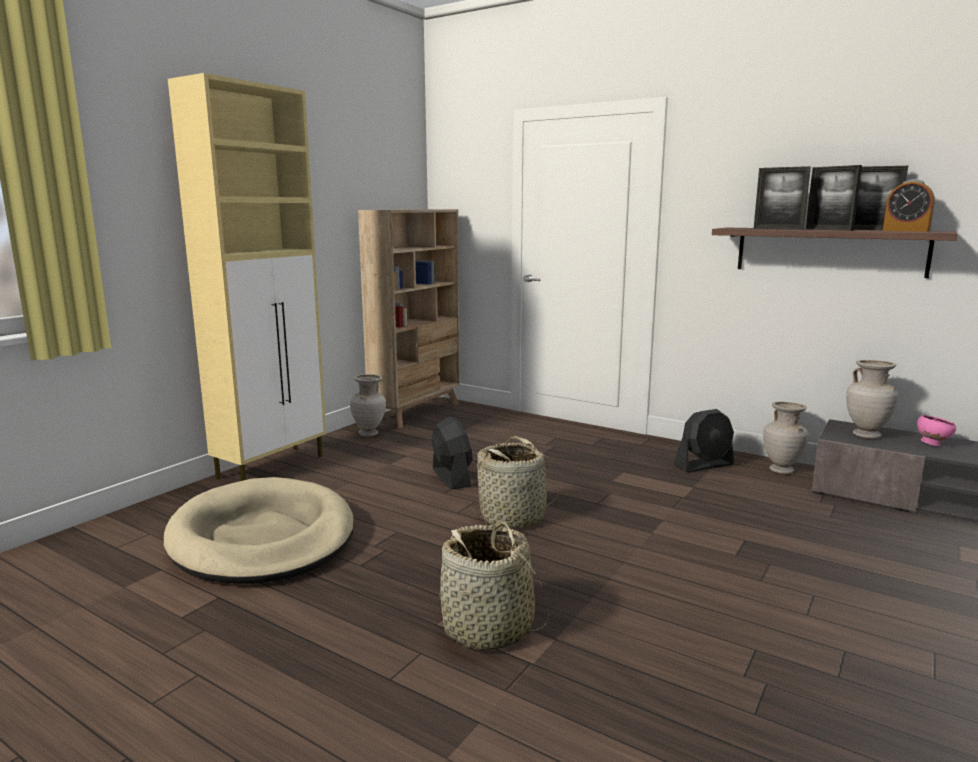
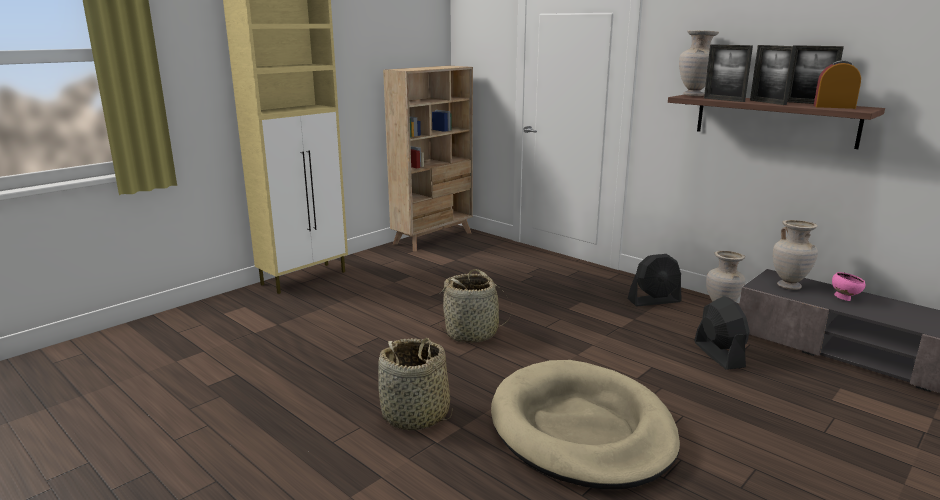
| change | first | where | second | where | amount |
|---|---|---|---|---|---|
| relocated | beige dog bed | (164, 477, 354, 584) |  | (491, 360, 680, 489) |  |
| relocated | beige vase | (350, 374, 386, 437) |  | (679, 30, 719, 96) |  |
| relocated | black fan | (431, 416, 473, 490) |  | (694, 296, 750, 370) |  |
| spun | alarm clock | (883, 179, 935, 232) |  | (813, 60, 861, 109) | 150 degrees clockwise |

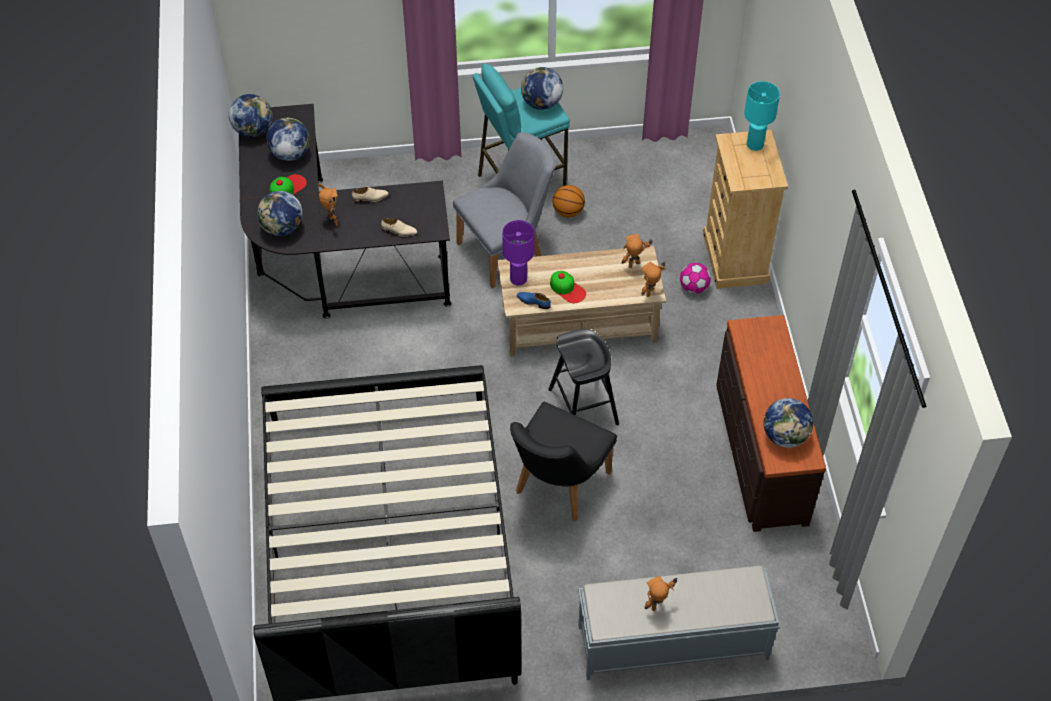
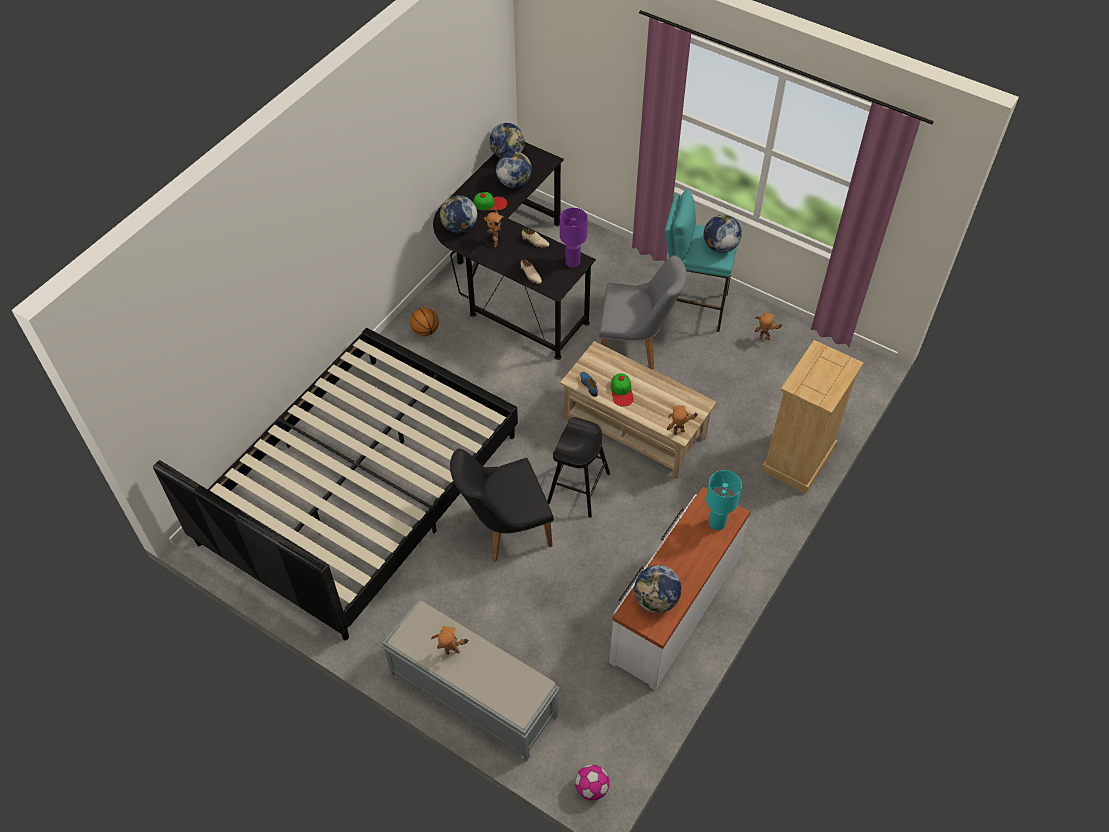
| change | first | where | second | where | amount |
|---|---|---|---|---|---|
| relocated | purple table lamp | (502, 220, 534, 286) |  | (560, 208, 588, 268) |  |
| relocated | basketball | (553, 185, 585, 217) |  | (410, 308, 439, 336) |  |
| relocated | toy robot | (622, 234, 653, 268) |  | (755, 312, 783, 340) |  |
| relocated | football | (680, 263, 711, 293) |  | (575, 765, 610, 801) |  |
| colour | brown dresser | (716, 315, 826, 532) | white dresser | (609, 487, 750, 690) |  |
| relocated | turquoise table lamp | (744, 81, 780, 151) |  | (706, 470, 742, 530) |  |

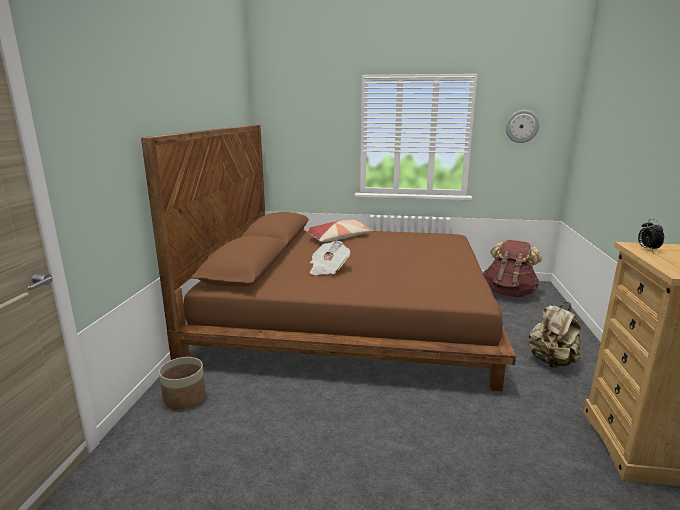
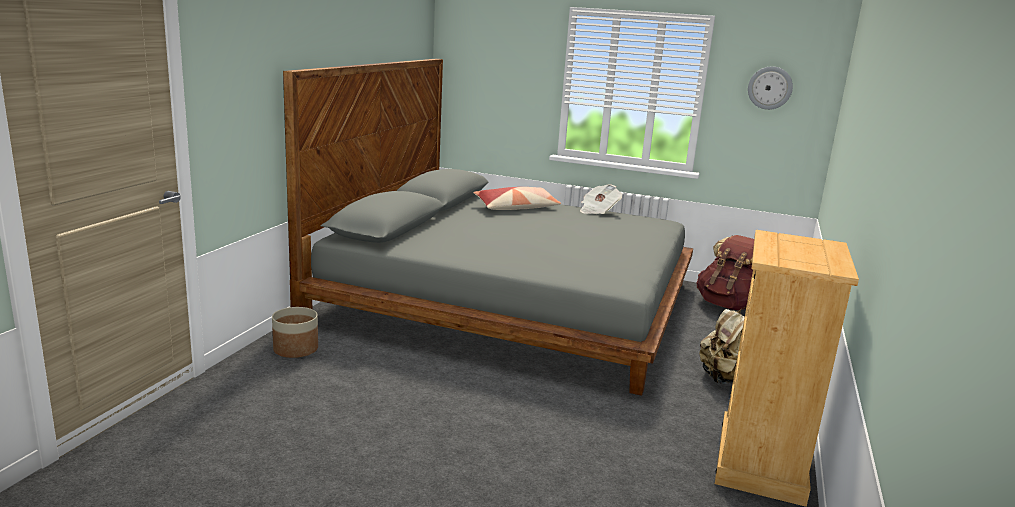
| change | first | where | second | where | amount |
|---|---|---|---|---|---|
| colour | brown bed | (141, 125, 516, 391) | grey bed | (283, 59, 693, 396) |  |
| relocated | newspaper | (310, 241, 350, 275) |  | (580, 184, 622, 214) |  |
| missing | alarm clock | (638, 219, 664, 252) |  |  |  |

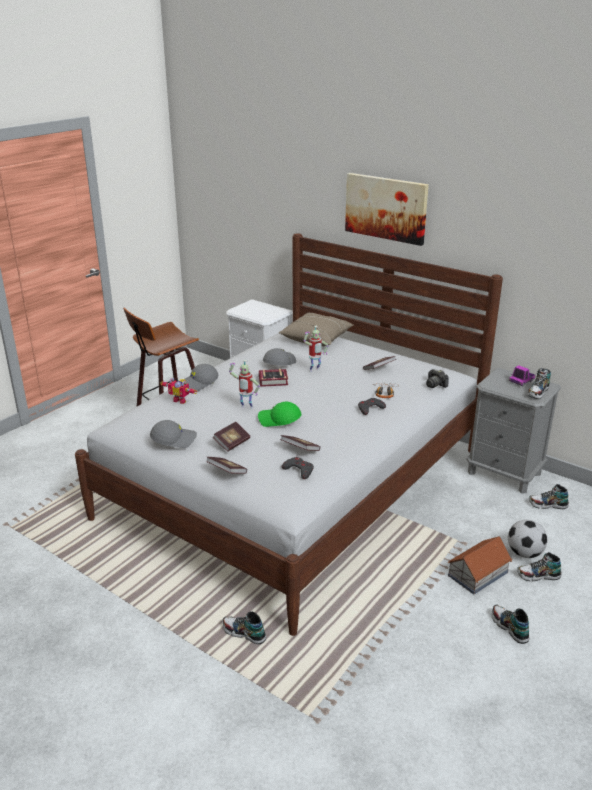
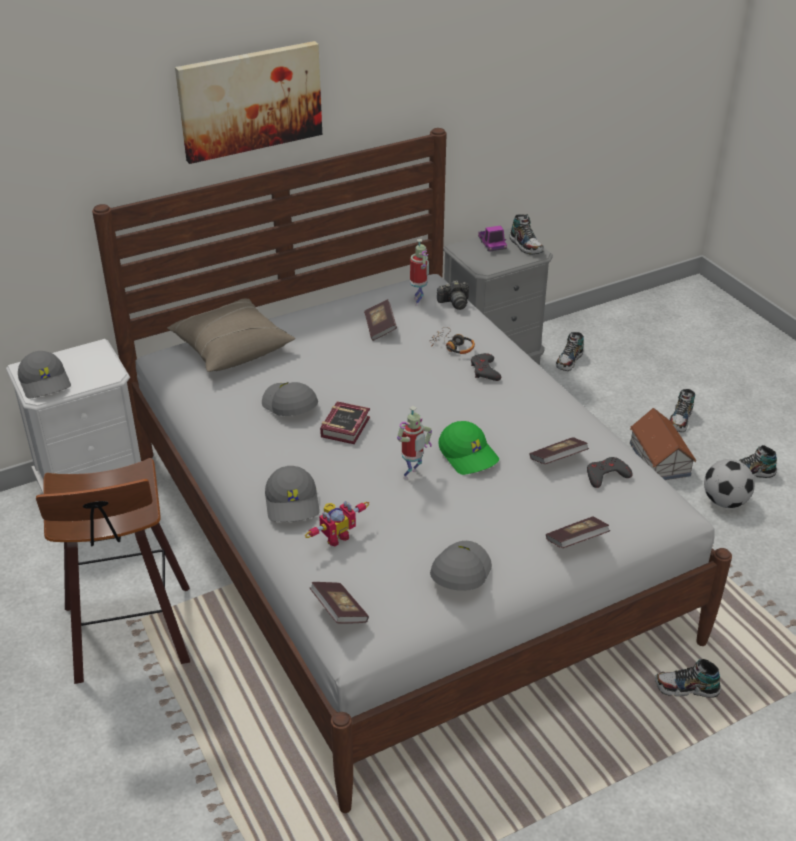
| change | first | where | second | where | amount |
|---|---|---|---|---|---|
| relocated | book | (213, 422, 250, 452) |  | (310, 582, 369, 624) |  |
| spun | shoe | (222, 611, 266, 644) |  | (655, 659, 721, 698) | 45 degrees clockwise |
| spun | green cap | (258, 401, 302, 427) |  | (438, 421, 499, 475) | 75 degrees counterclockwise |
| relocated | toy robot | (303, 326, 328, 372) |  | (410, 239, 429, 306) |  |
| relocated | football | (508, 520, 547, 558) |  | (704, 459, 755, 508) |  |
| appeared |  |  | grey cap | (18, 351, 71, 399) |  |

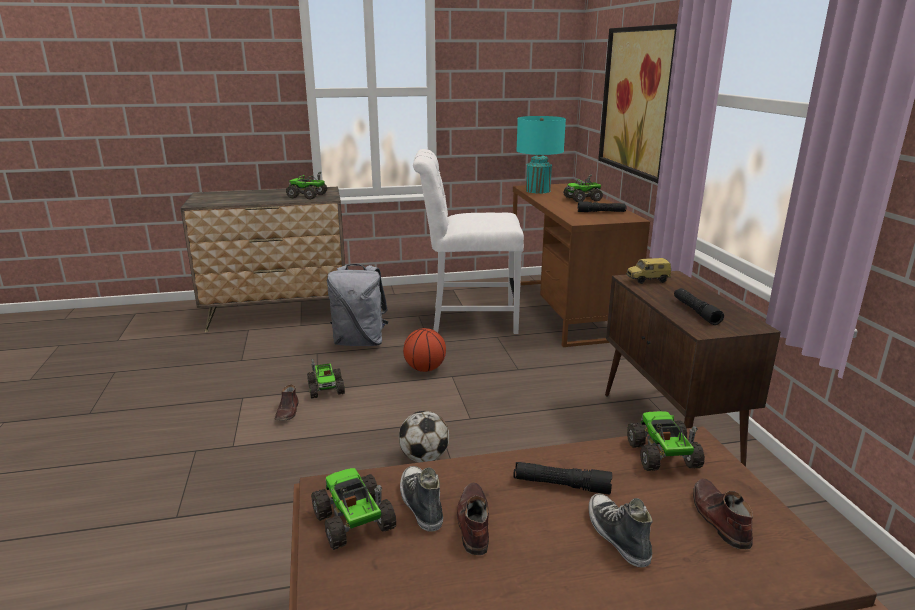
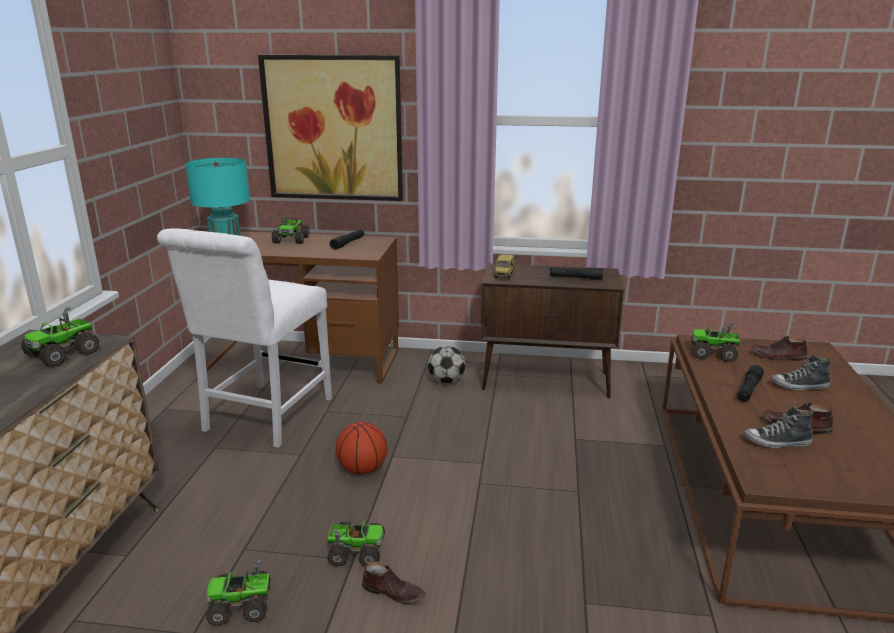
| change | first | where | second | where | amount |
|---|---|---|---|---|---|
| relocated | toy truck | (311, 468, 396, 550) |  | (206, 560, 270, 626) |  |
| missing | grey backpack | (327, 264, 389, 346) |  |  |  |
| relocated | football | (399, 411, 449, 463) |  | (428, 346, 466, 383) |  |

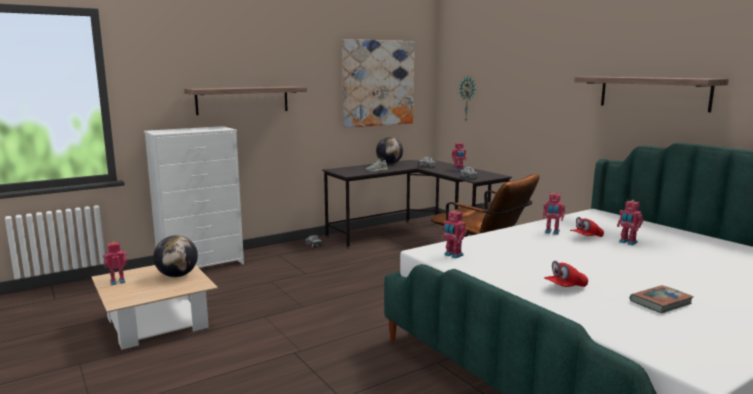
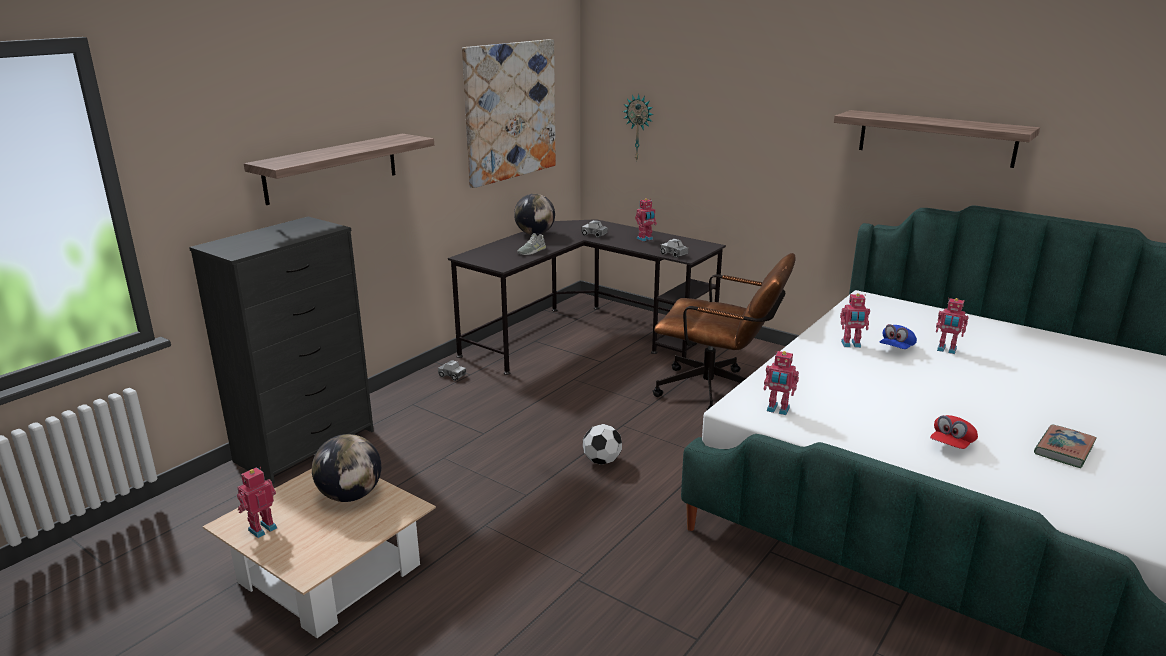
| change | first | where | second | where | amount |
|---|---|---|---|---|---|
| colour | white dresser | (144, 126, 244, 268) | black dresser | (189, 217, 374, 484) |  |
| colour | red cap | (570, 217, 604, 237) | blue cap | (879, 324, 917, 349) |  |
| appeared |  |  | football | (583, 424, 622, 465) |  |

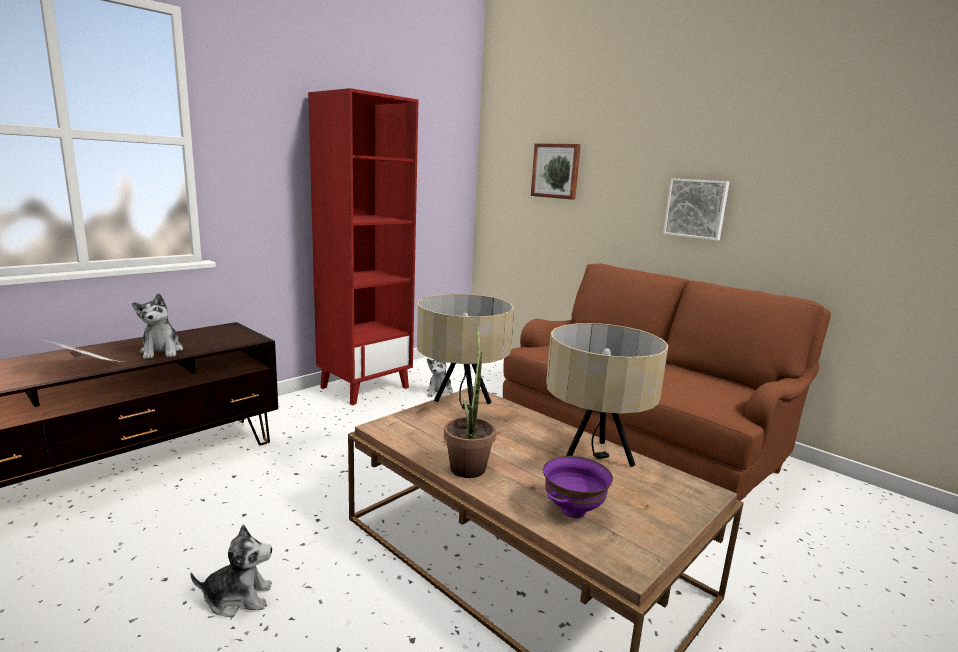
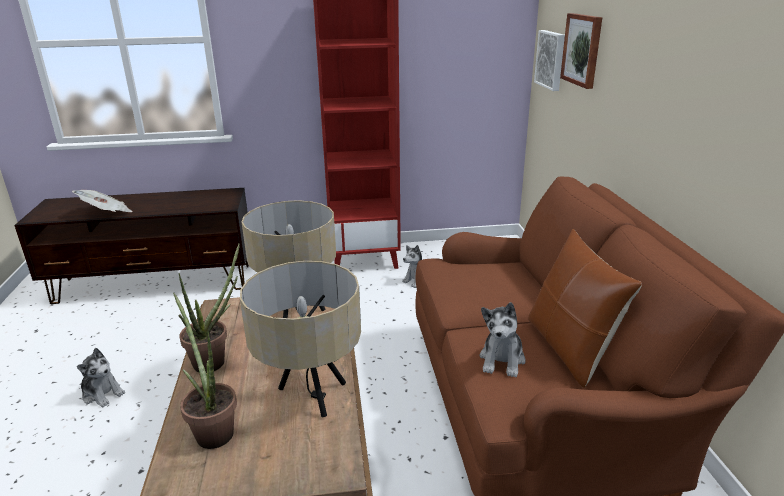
| change | first | where | second | where | amount |
|---|---|---|---|---|---|
| relocated | plush toy | (132, 293, 183, 359) |  | (480, 302, 526, 377) |  |
| exchanged | purple bowl | (543, 456, 613, 518) | potted plant | (173, 293, 237, 449) |  |
| relocated | picture | (663, 178, 730, 241) |  | (534, 30, 565, 91) |  |
| appeared |  |  | brown pillow | (528, 229, 642, 388) |  |

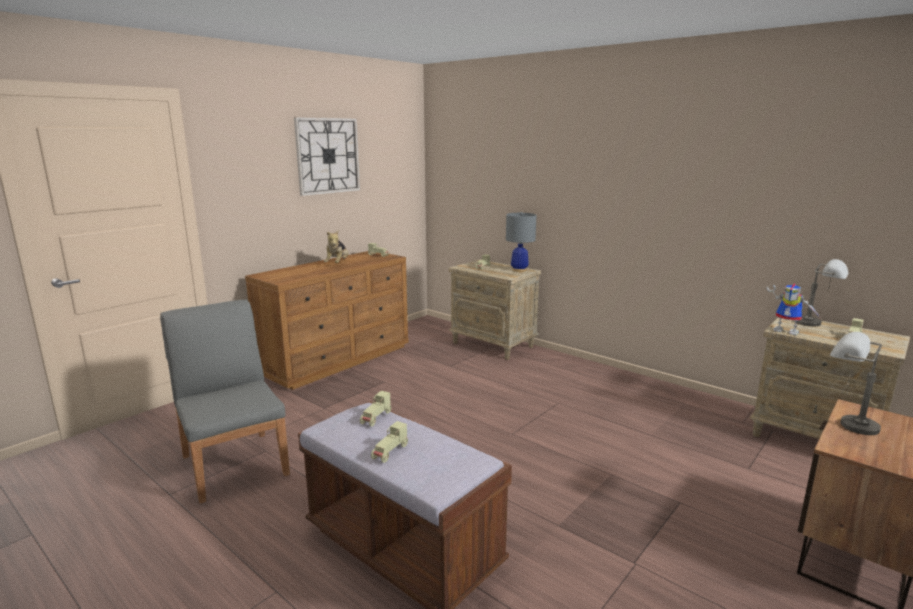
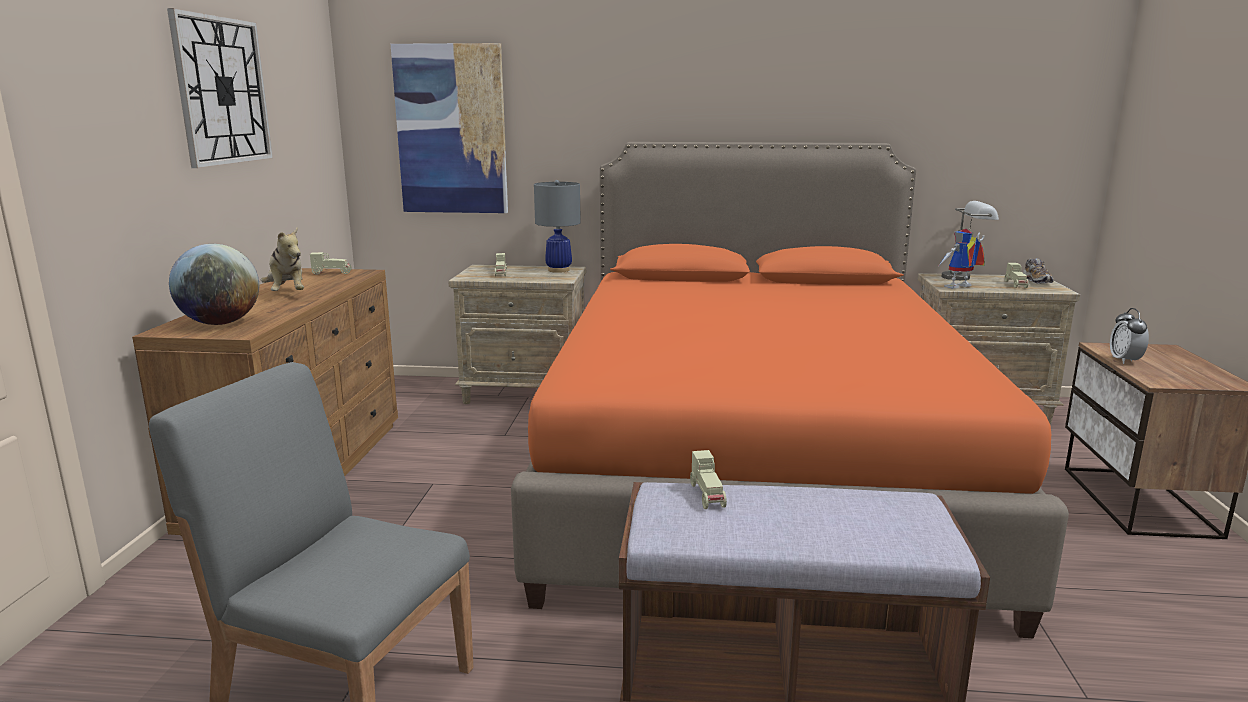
| change | first | where | second | where | amount |
|---|---|---|---|---|---|
| missing | beige toy car | (371, 421, 408, 463) |  |  |  |
| spun | toy robot | (767, 284, 820, 335) |  | (939, 229, 985, 288) | 150 degrees clockwise |
| exchanged | grey table lamp | (830, 332, 882, 435) | alarm clock | (1110, 308, 1149, 364) |  |
| appeared |  |  | globe | (169, 244, 259, 325) |  |
| appeared |  |  | picture | (391, 43, 508, 213) |  |
| appeared |  |  | orange bed | (511, 142, 1069, 638) |  |
| appeared |  |  | shoe | (1023, 258, 1054, 284) |  |

